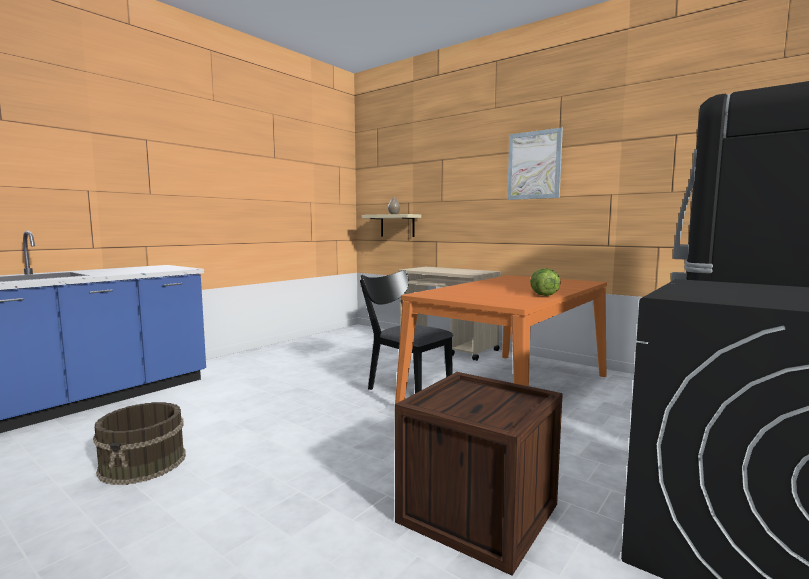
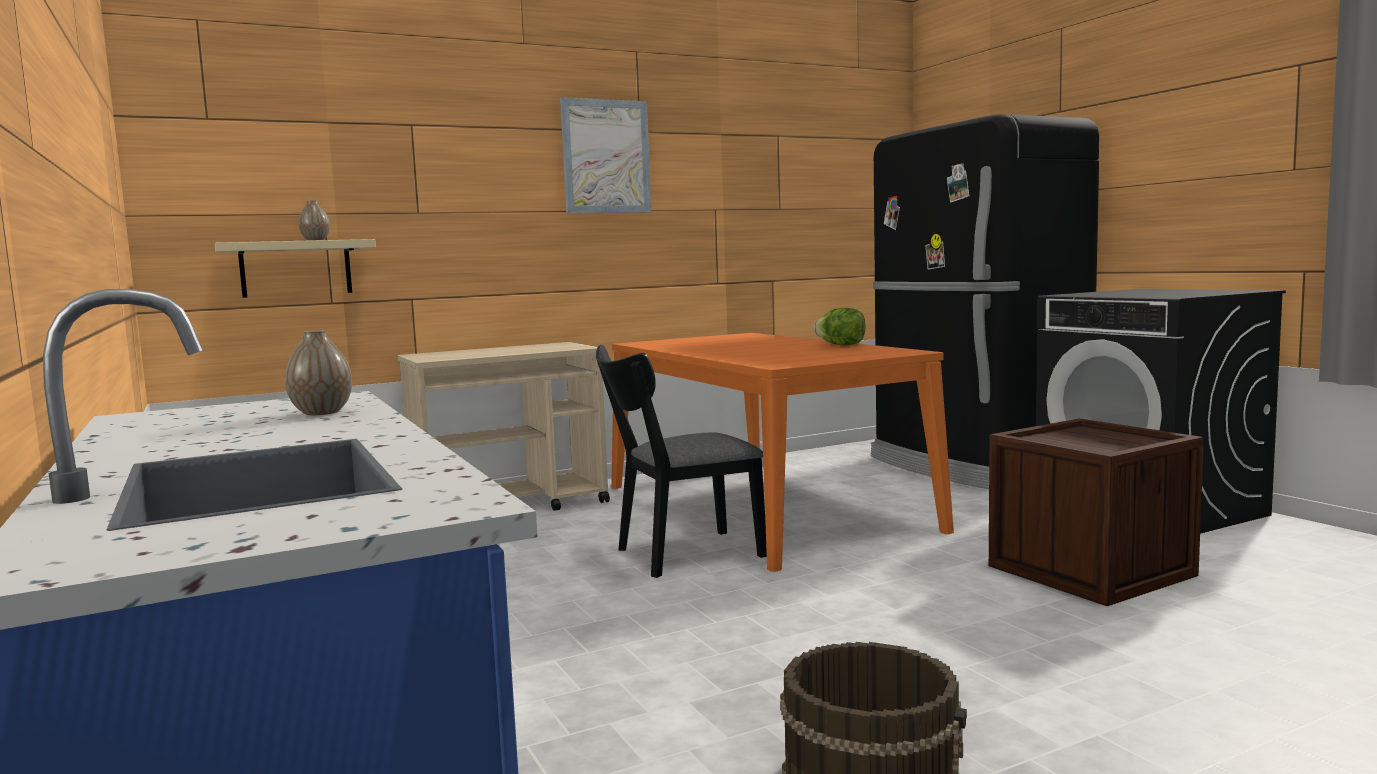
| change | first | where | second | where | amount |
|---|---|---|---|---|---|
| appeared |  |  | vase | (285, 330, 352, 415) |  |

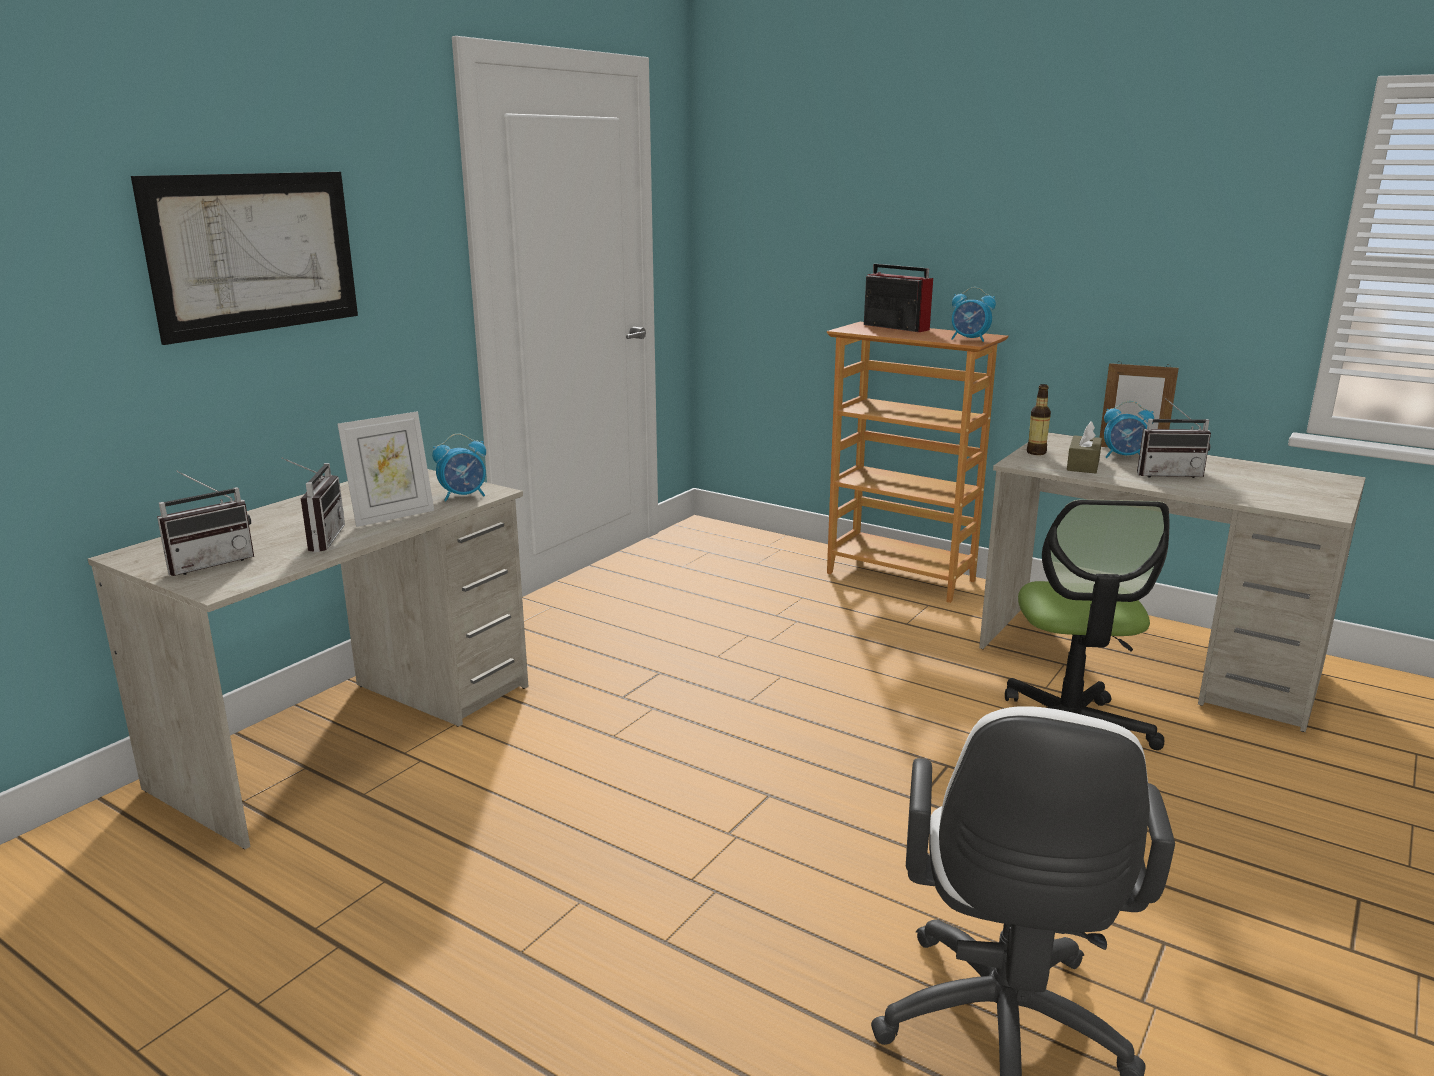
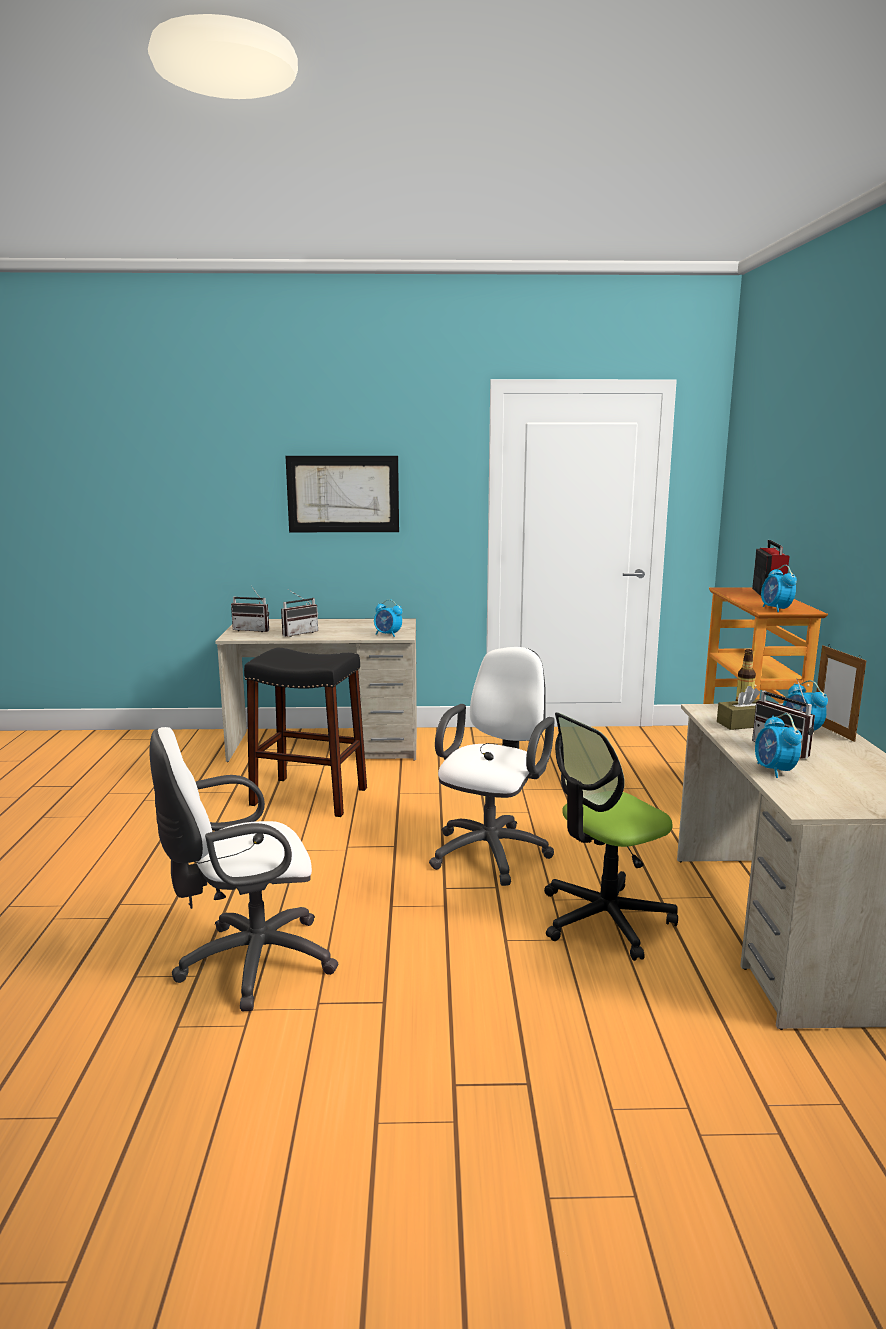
| change | first | where | second | where | amount |
|---|---|---|---|---|---|
| missing | picture frame | (337, 411, 434, 527) |  |  |  |
| appeared |  |  | black stool | (244, 647, 367, 817) |  |
| appeared |  |  | white office chair | (429, 647, 555, 886) |  |
| appeared |  |  | alarm clock | (755, 713, 802, 778) |  |

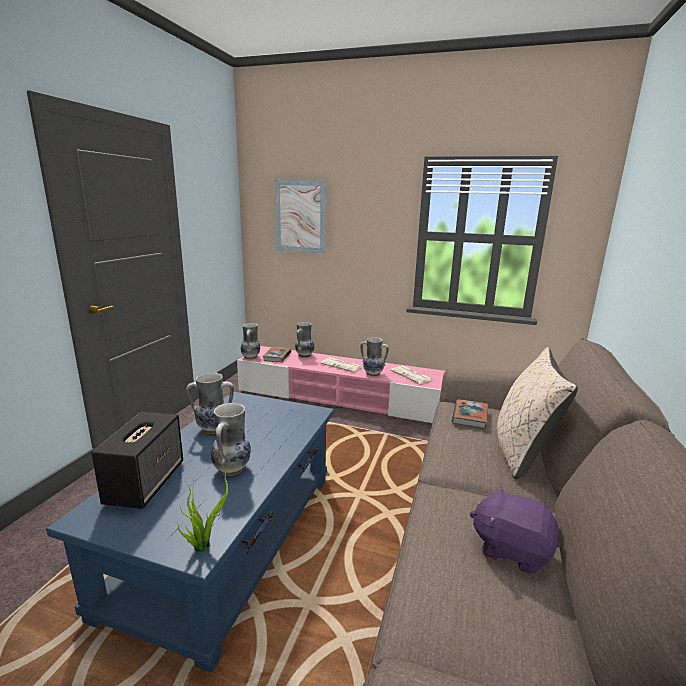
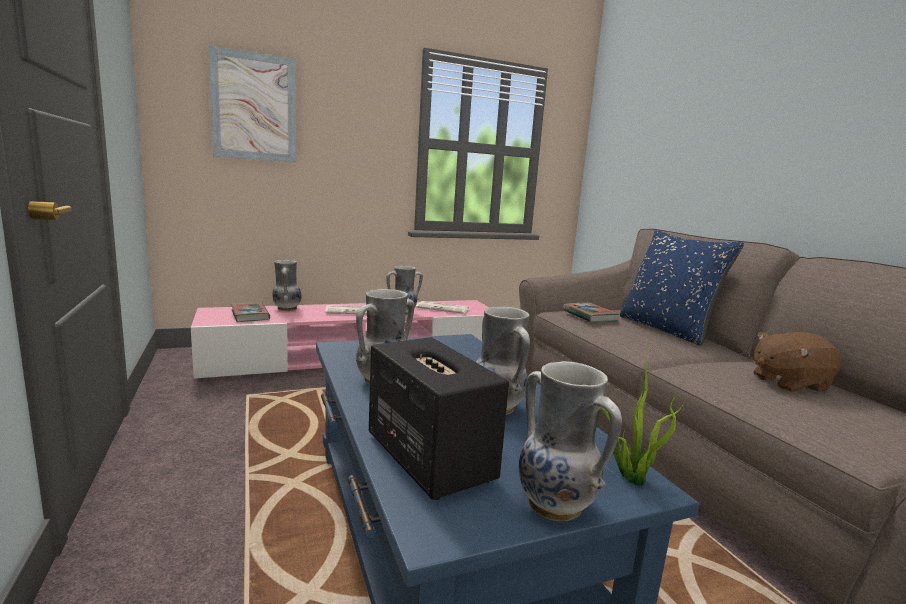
| change | first | where | second | where | amount |
|---|---|---|---|---|---|
| relocated | vase | (241, 323, 260, 359) |  | (519, 361, 622, 521) |  |
| colour | purple plush toy | (470, 486, 560, 574) | brown plush toy | (753, 332, 842, 393) |  |
| colour | beige pillow | (497, 347, 578, 479) | blue pillow | (620, 230, 744, 346) |  |

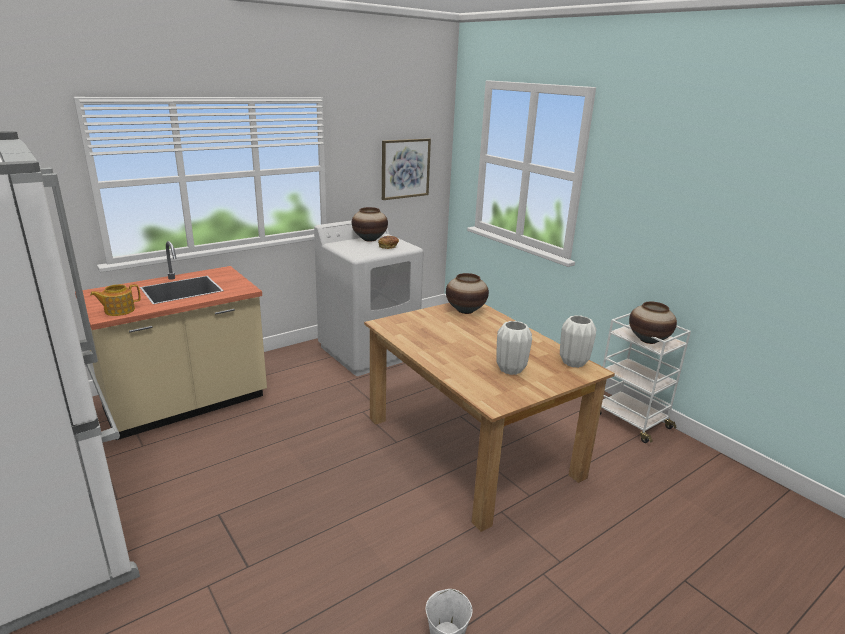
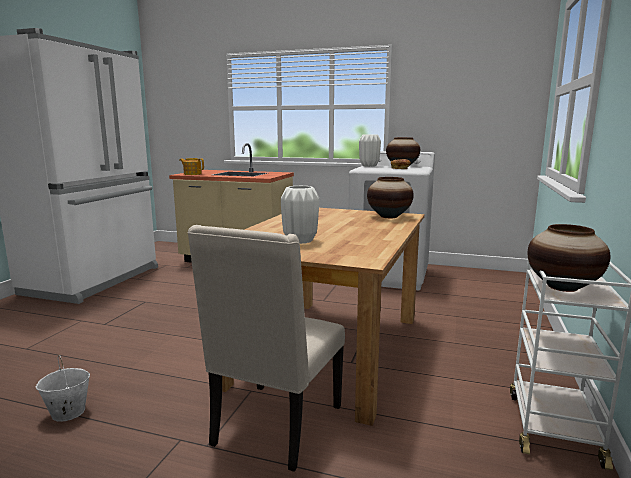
| change | first | where | second | where | amount |
|---|---|---|---|---|---|
| missing | picture | (382, 138, 431, 200) |  |  |  |
| relocated | white vase | (560, 315, 597, 368) |  | (359, 134, 381, 167) |  |
| appeared |  |  | beige chair | (187, 225, 345, 472) |  |

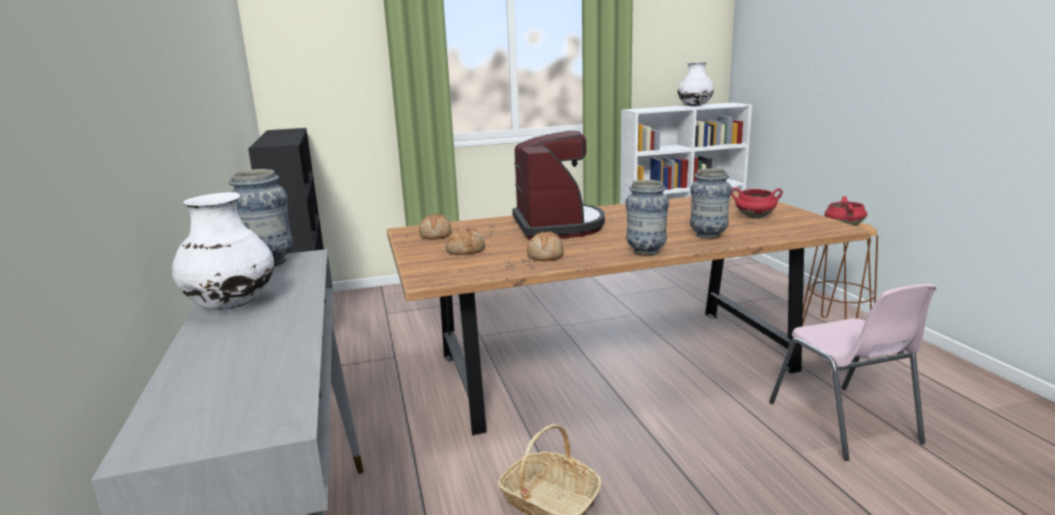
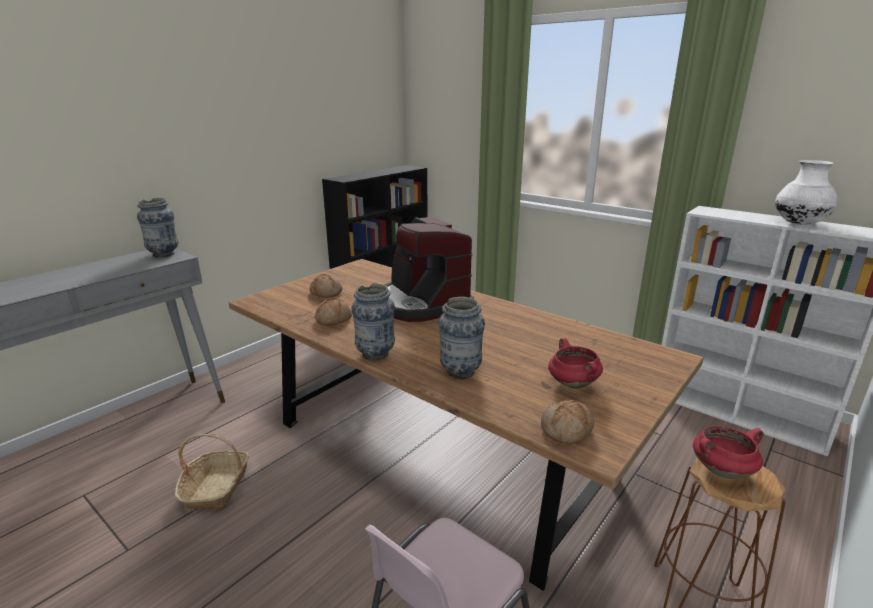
| change | first | where | second | where | amount |
|---|---|---|---|---|---|
| missing | white vase | (172, 192, 274, 310) |  |  |  |
| relocated | bread | (419, 214, 452, 240) |  | (541, 400, 594, 444) |  |
| spun | coffee machine | (512, 131, 605, 240) |  | (384, 217, 474, 322) | 105 degrees clockwise |

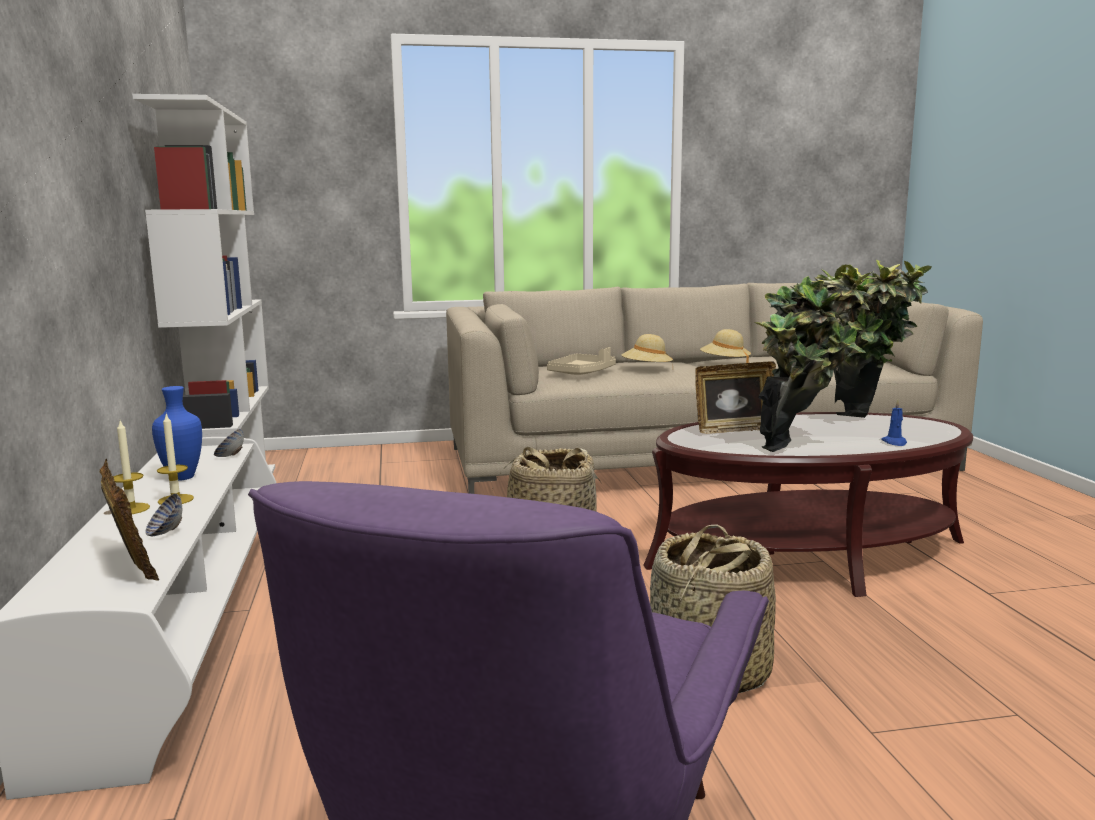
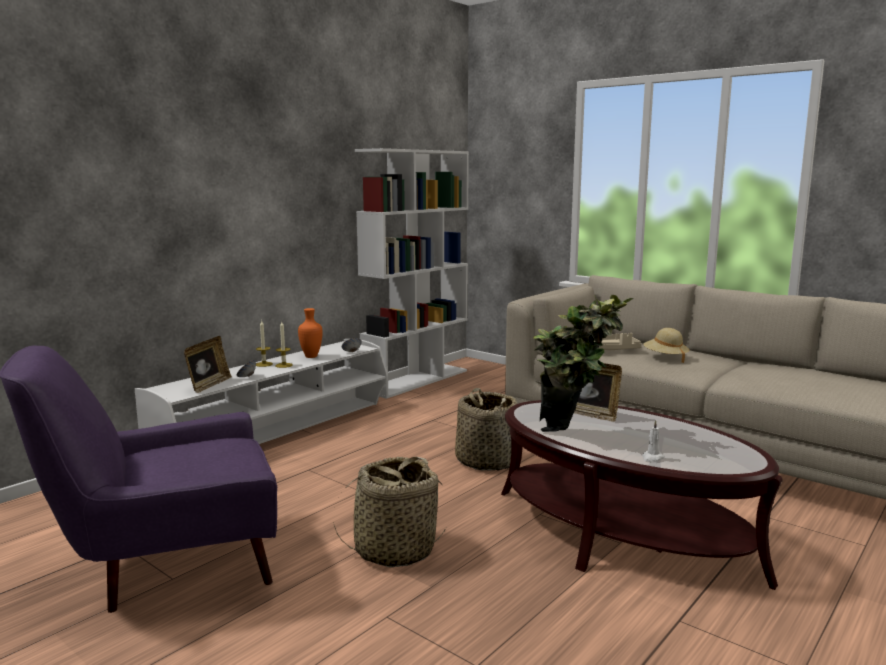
| change | first | where | second | where | amount |
|---|---|---|---|---|---|
| colour | blue vase | (152, 386, 202, 481) | orange vase | (298, 308, 323, 358) |  |
| missing | beige hat | (700, 329, 751, 363) |  |  |  |
| missing | potted plant | (834, 260, 932, 418) |  |  |  |
| colour | blue candle | (881, 399, 907, 446) | white candle | (642, 420, 665, 462) |  |

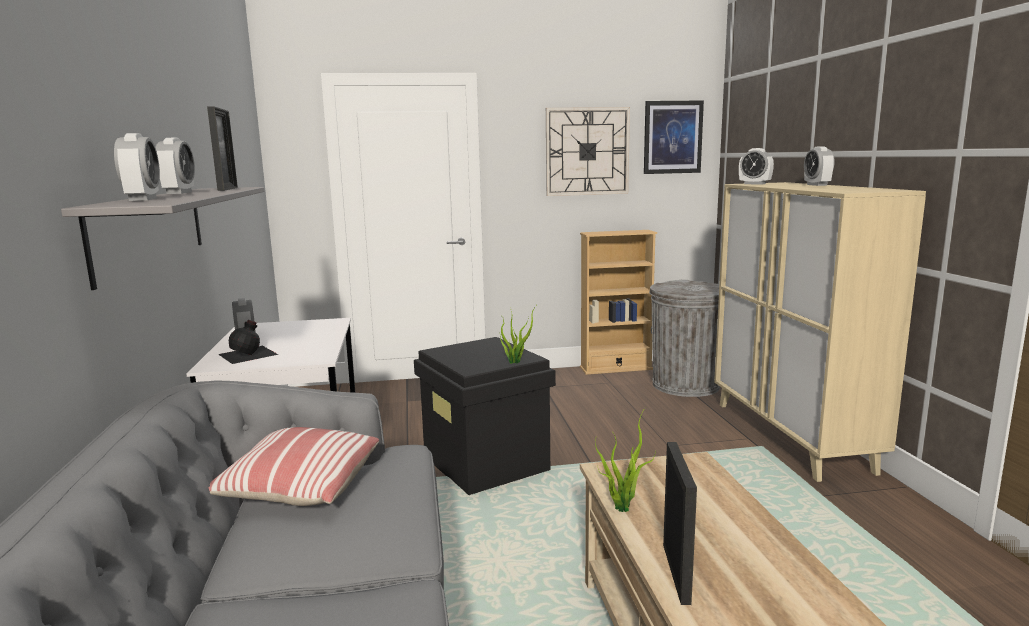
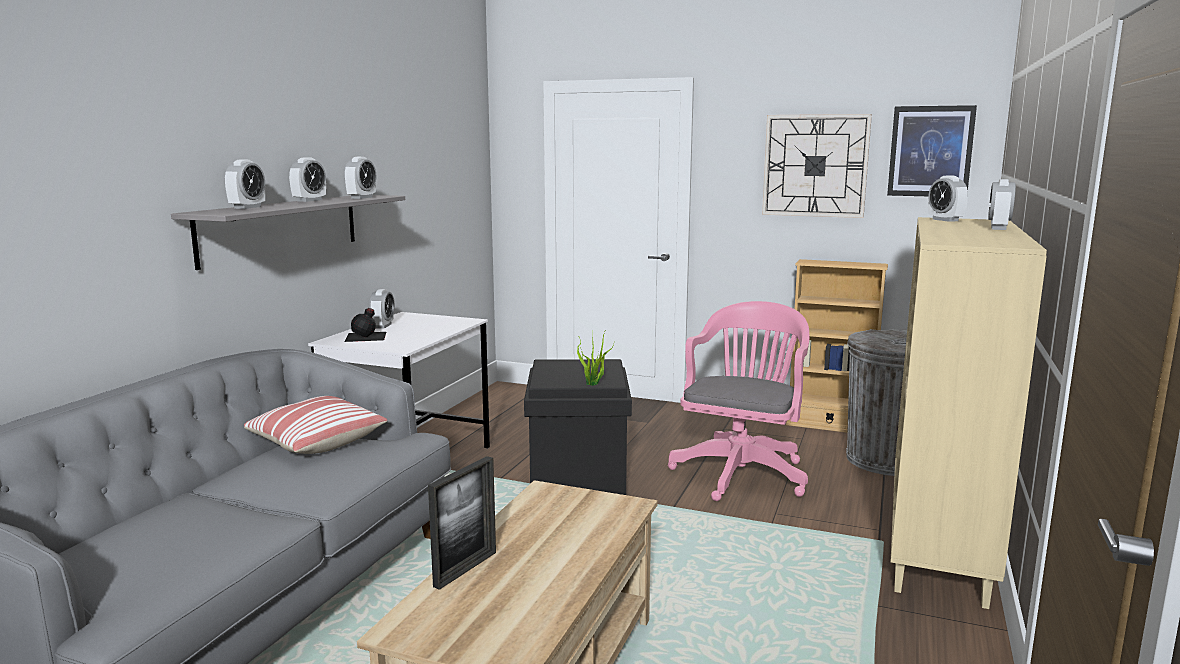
| change | first | where | second | where | amount |
|---|---|---|---|---|---|
| exchanged | picture frame | (207, 106, 238, 191) | alarm clock | (344, 157, 376, 199) |  |
| missing | potted plant | (595, 408, 656, 512) |  |  |  |
| appeared |  |  | pink office chair | (668, 301, 809, 501) |  |

